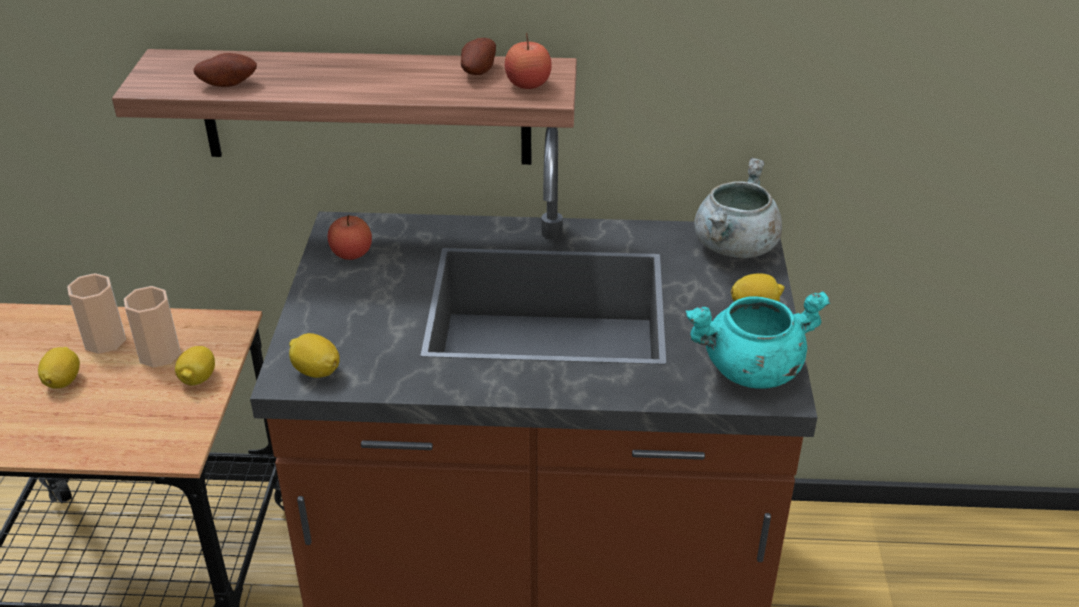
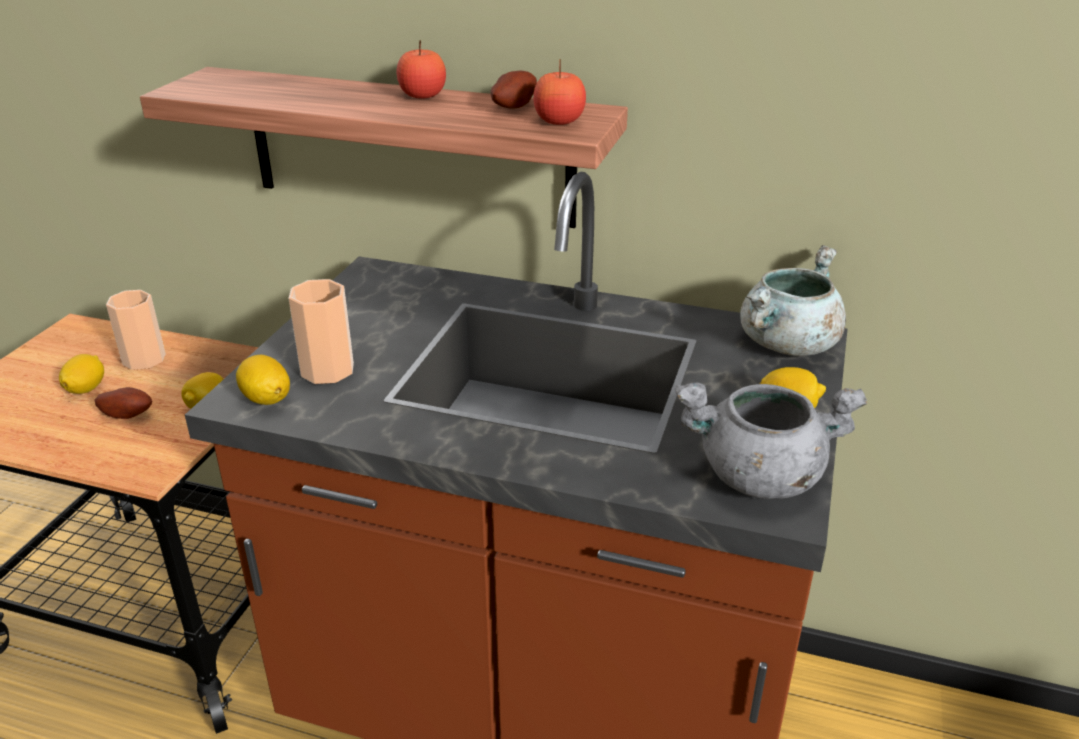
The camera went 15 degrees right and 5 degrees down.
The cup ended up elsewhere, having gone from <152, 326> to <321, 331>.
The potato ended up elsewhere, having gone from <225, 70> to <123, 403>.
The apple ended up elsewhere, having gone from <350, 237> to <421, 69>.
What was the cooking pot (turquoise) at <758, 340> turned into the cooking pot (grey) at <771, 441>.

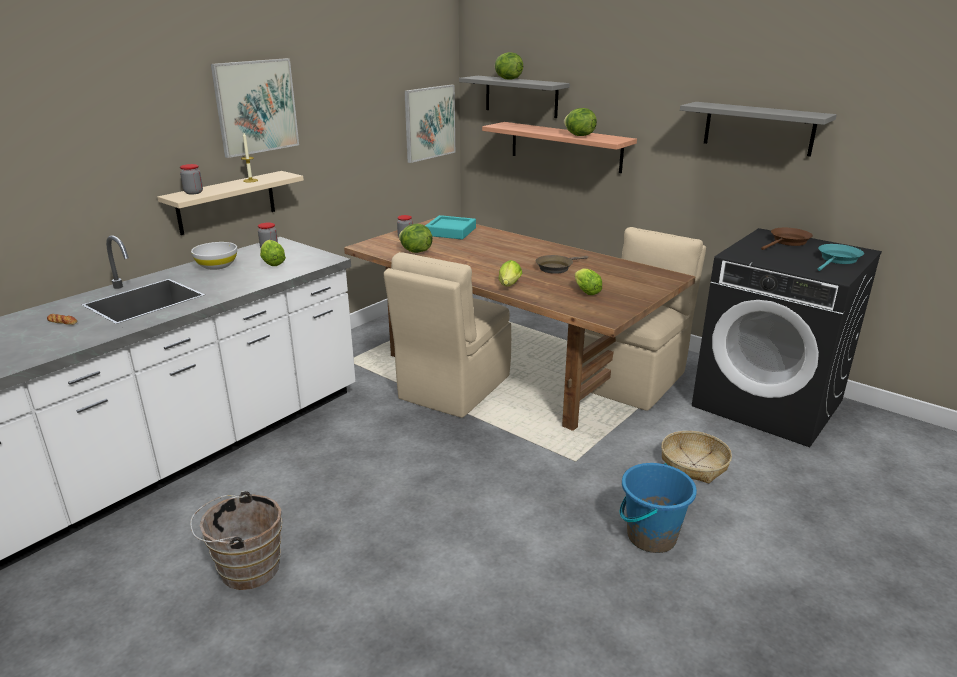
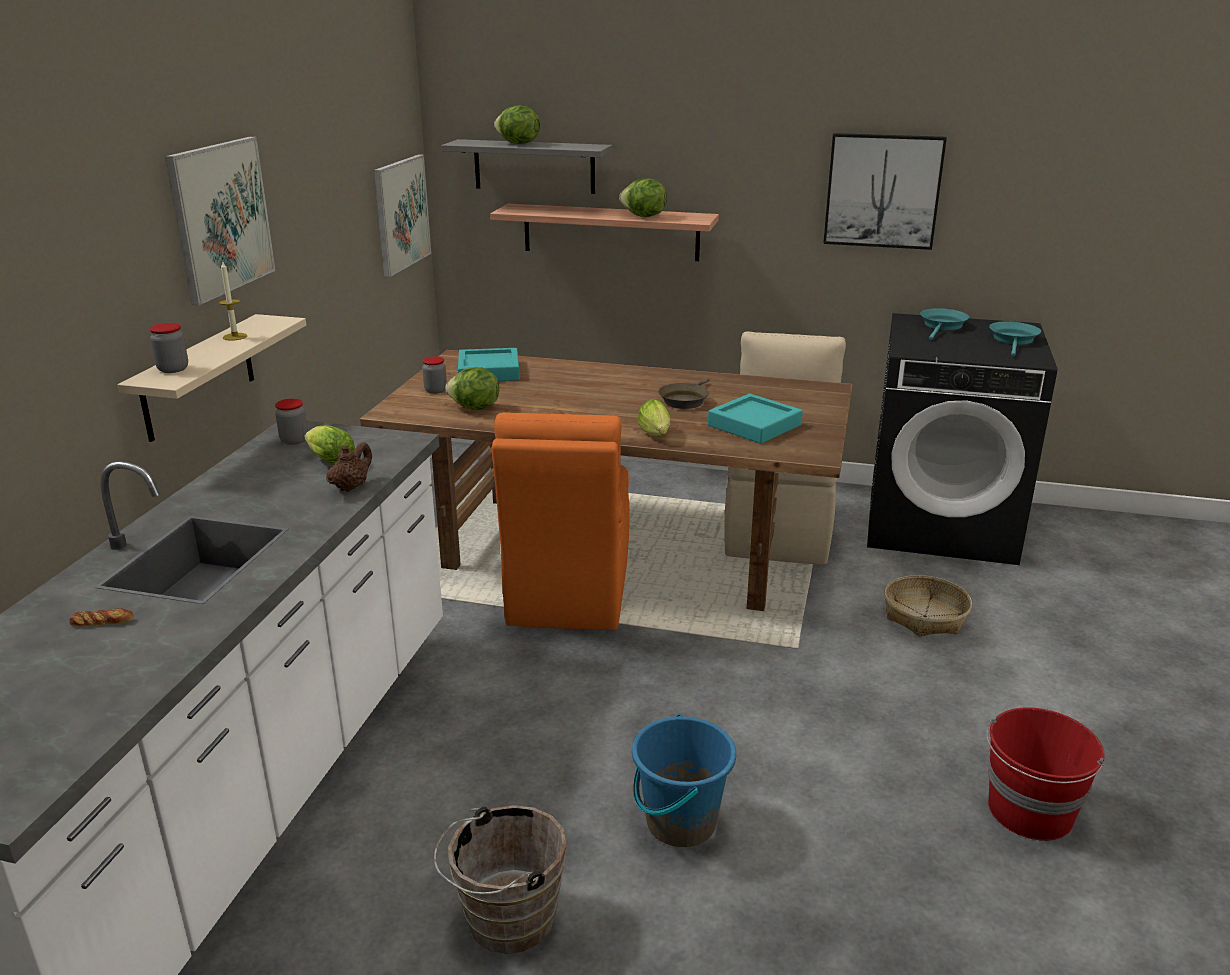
The camera went 25 degrees left and 0 degrees up.
The second view lost the bowl (white) at <214, 256>.
The second view gained the teapot (brown) at <349, 467>.
The second view gained the bucket (red) at <1045, 774>.
The bucket (blue) ended up elsewhere, having gone from <658, 508> to <684, 780>.
Where the lettuce stood at <588, 282>, the tray (turquoise) came to stand at <755, 419>.
Where the shelf (grey) hung at <758, 129>, the picture came to hang at <885, 191>.
What was the chair (beige) at <447, 335> turned into the chair (orange) at <561, 521>.
What was the frying pan (brown) at <787, 239> turned into the frying pan (turquoise) at <944, 324>.

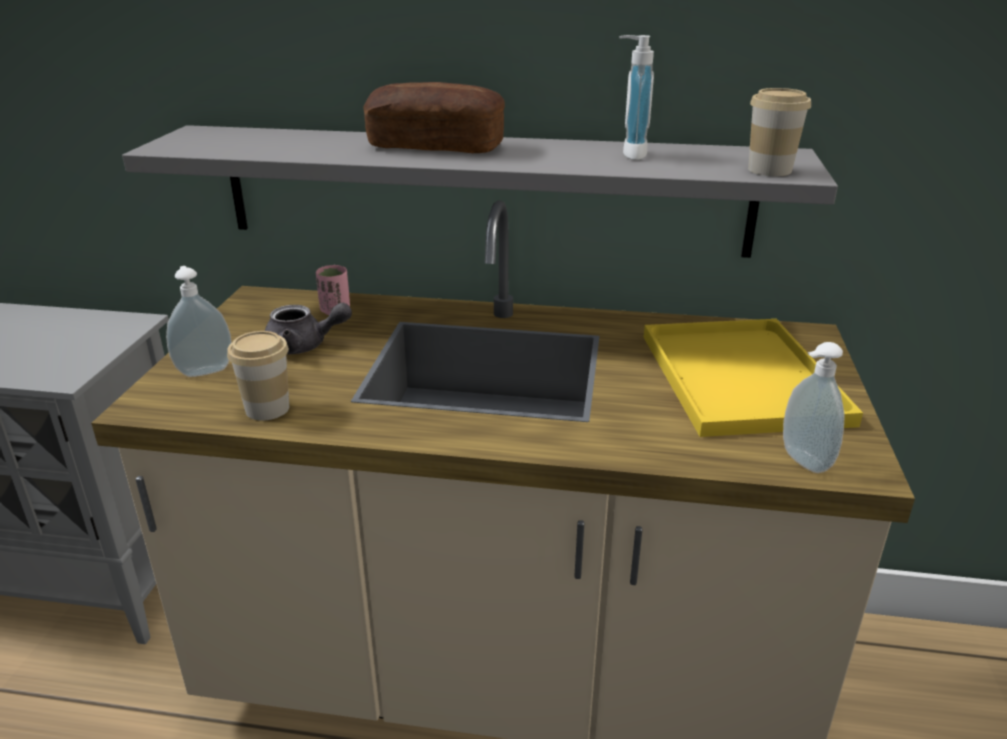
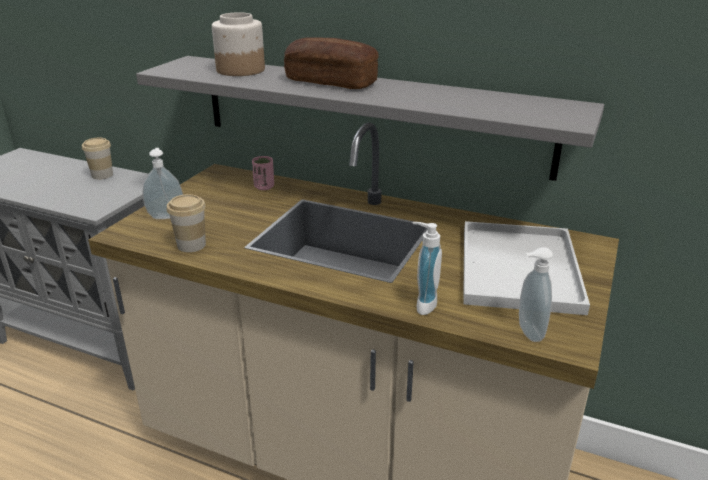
The camera went 15 degrees right and 0 degrees up.
The second view lost the teapot (grey) at <308, 328>.
The second view gained the jar at <238, 44>.
The soap dispenser ended up elsewhere, having gone from <636, 97> to <427, 268>.
The cup ended up elsewhere, having gone from <779, 132> to <97, 158>.
What was the tray (yellow) at <753, 378> turned into the tray (white) at <526, 268>.

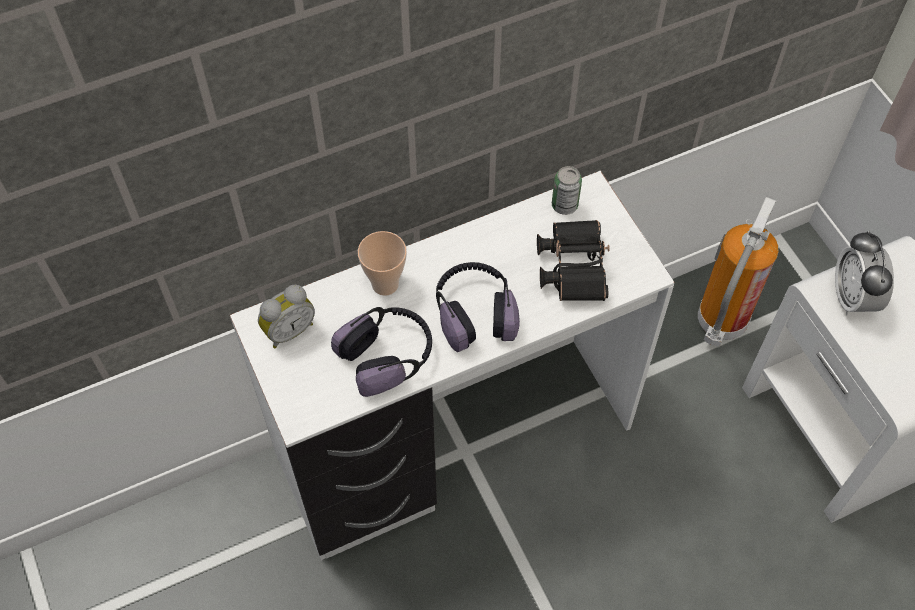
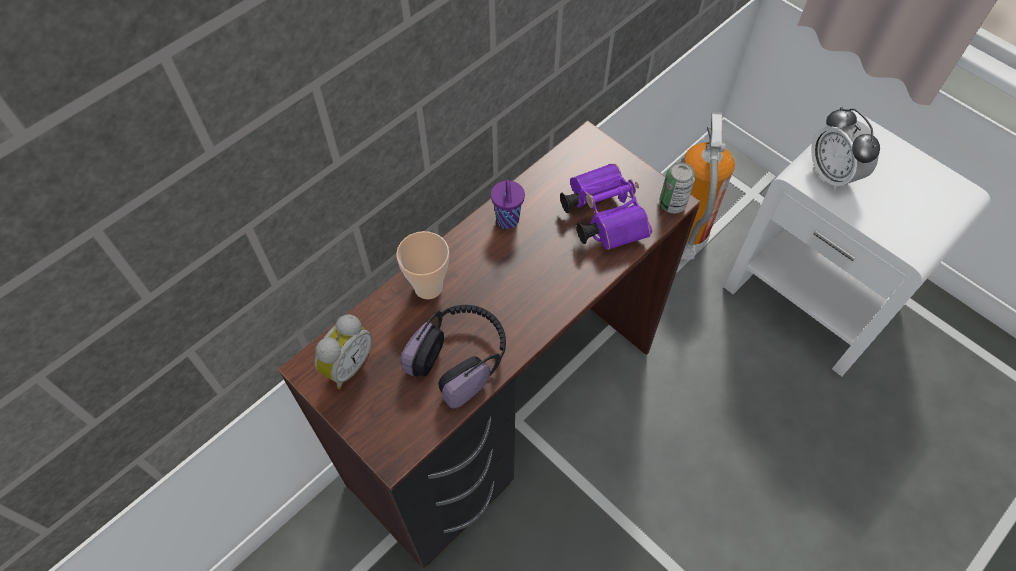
The camera went 20 degrees left and 0 degrees up.
The second view lost the headphones at <478, 307>.
The second view gained the cup (purple) at <508, 204>.
The can ended up elsewhere, having gone from <567, 190> to <677, 187>.
What was the desk (white) at <452, 365> turned into the desk (brown) at <489, 345>.
What was the binoculars (black) at <573, 260> turned into the binoculars (purple) at <606, 207>.

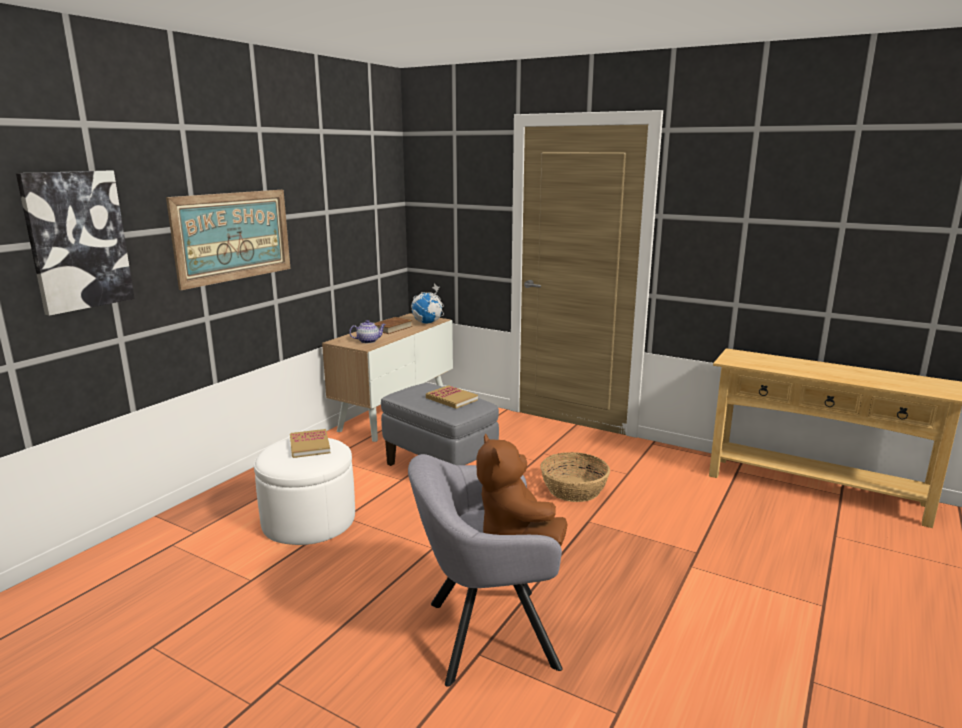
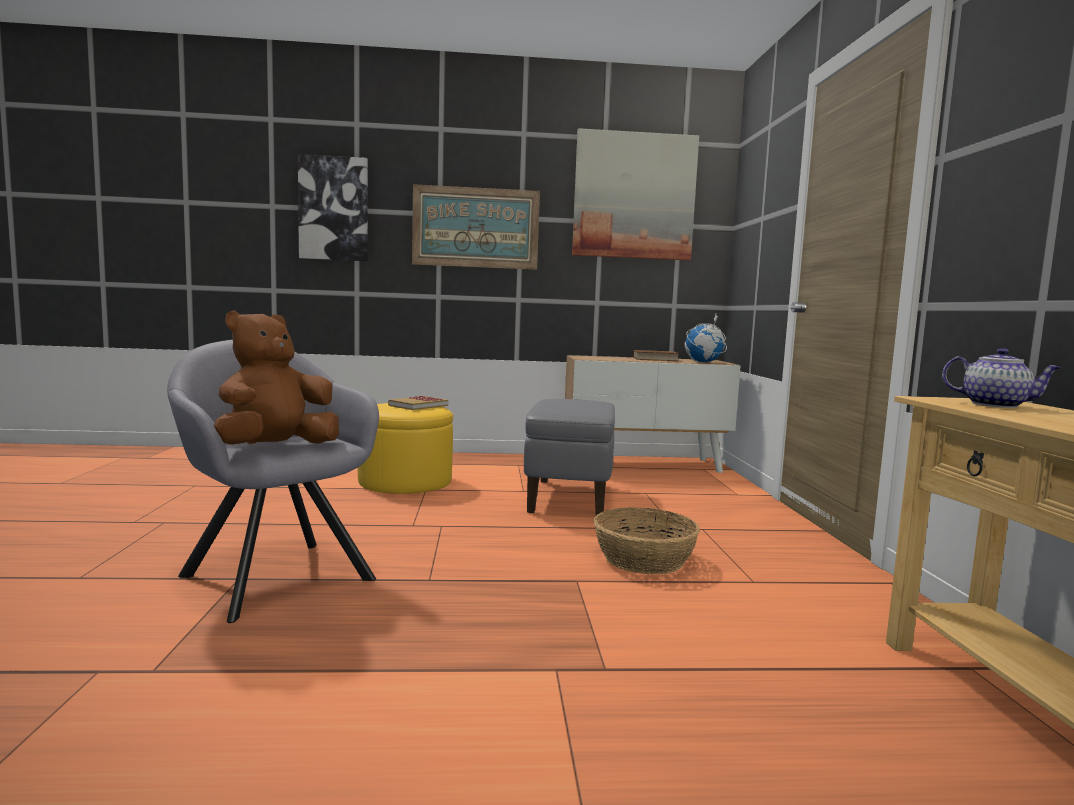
The camera went 55 degrees right and 10 degrees down.
The second view lost the book at <452, 397>.
The second view gained the picture at <635, 194>.
The teapot ended up elsewhere, having gone from <367, 331> to <1001, 378>.
What was the ottoman (white) at <304, 491> turned into the ottoman (yellow) at <405, 448>.

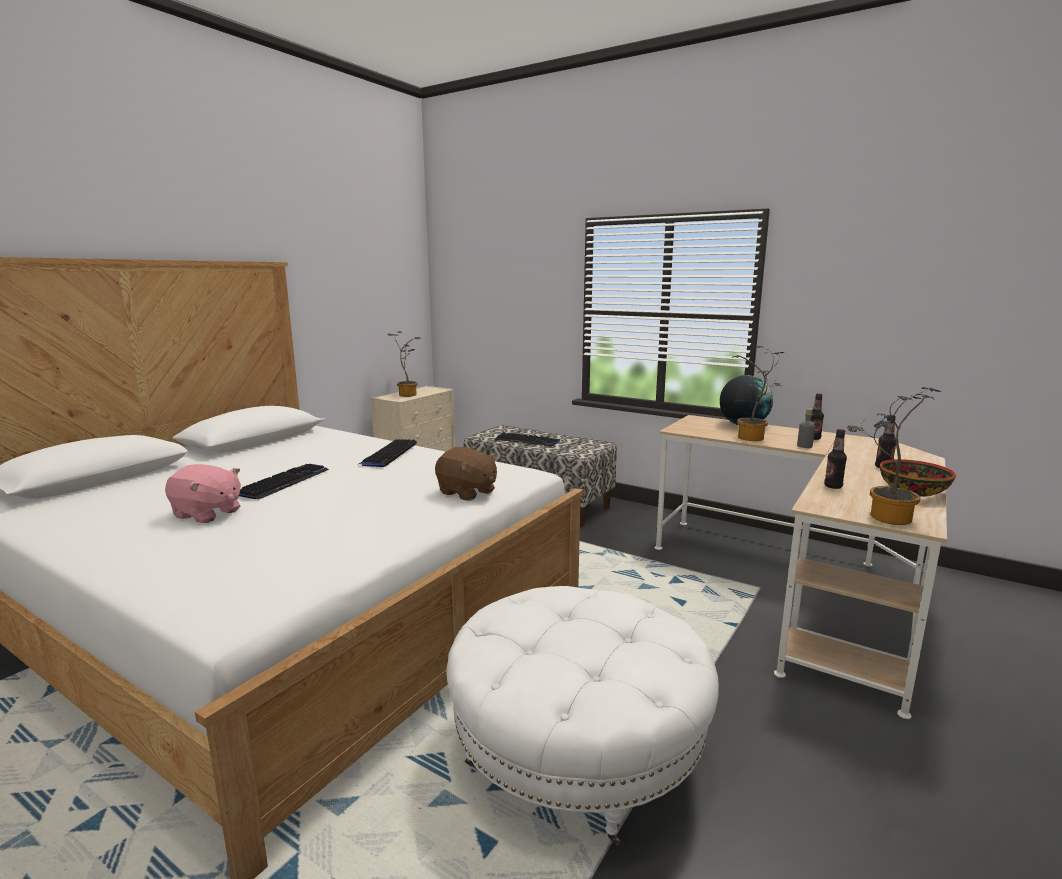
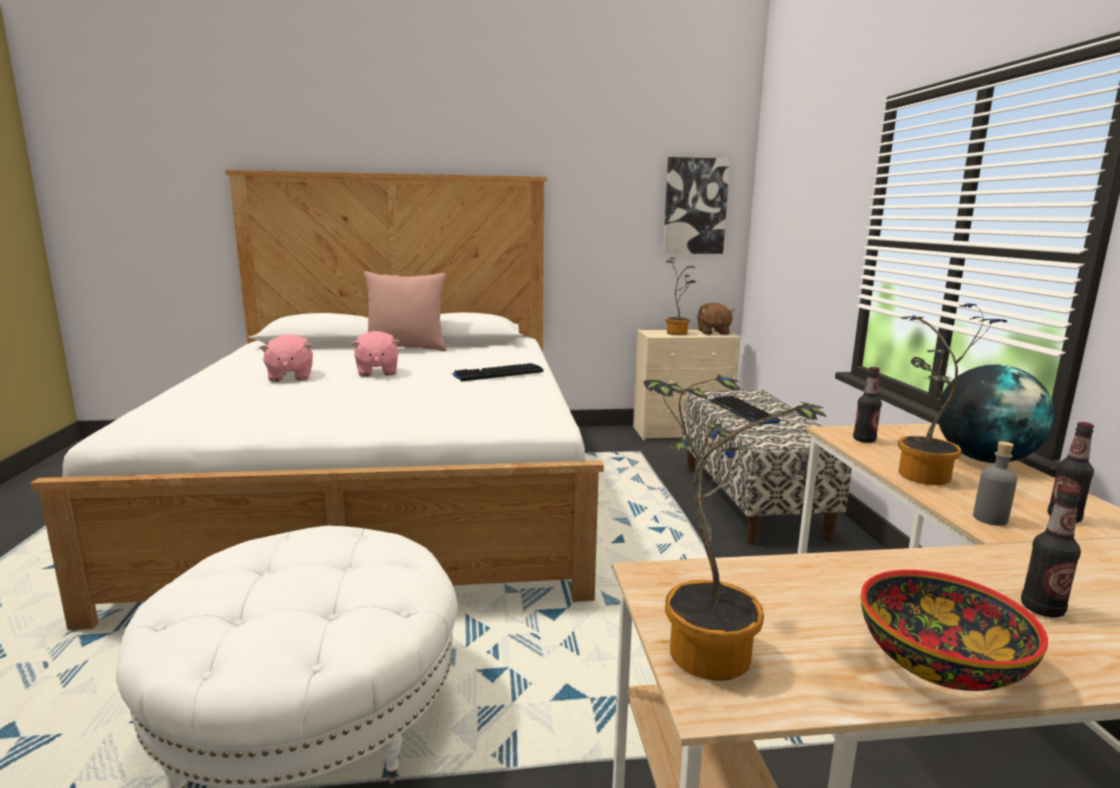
The camera went 50 degrees right and 0 degrees up.
The second view gained the pillow (pink) at <405, 311>.
The second view gained the picture at <696, 205>.
The plush toy (brown) ended up elsewhere, having gone from <466, 474> to <716, 318>.
The bottle ended up elsewhere, having gone from <835, 459> to <867, 405>.
Where the keyboard stood at <284, 482>, the plush toy (pink) came to stand at <375, 354>.

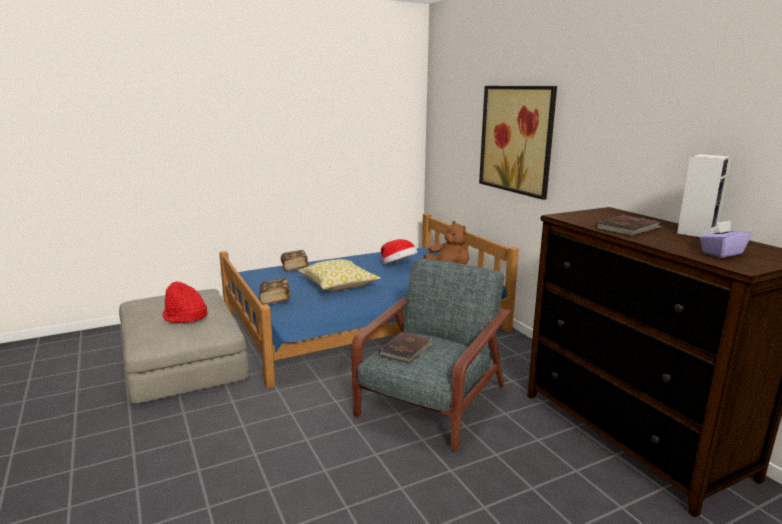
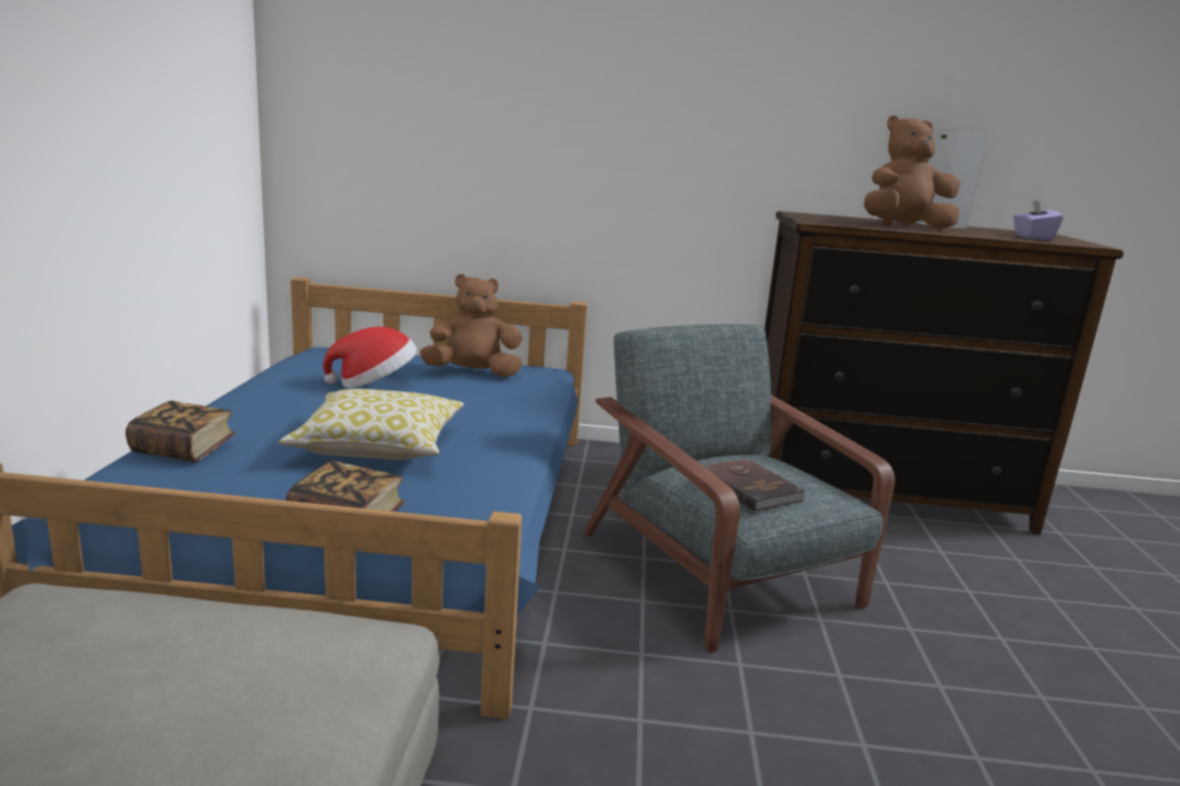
The camera went 60 degrees left and 0 degrees up.
The second view lost the hat (red) at <185, 302>.
The second view lost the picture at <518, 143>.
Where the book (brown) stood at <629, 225>, the plush toy (brown) came to stand at <912, 172>.

